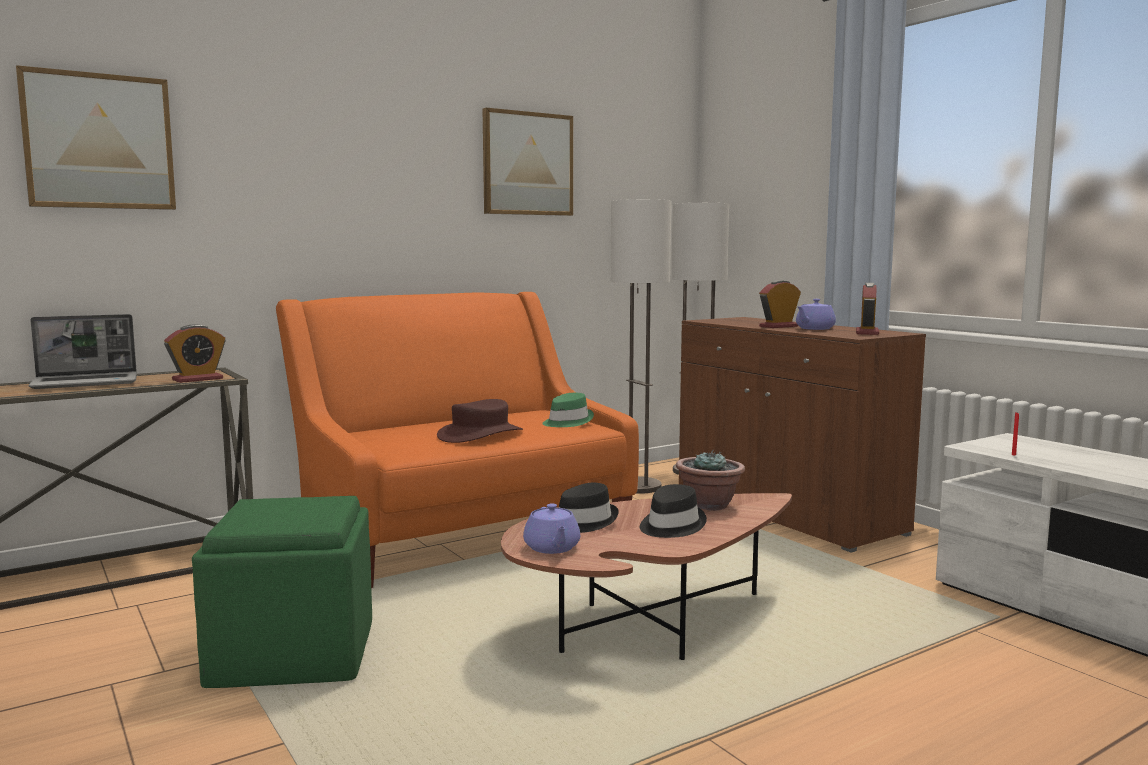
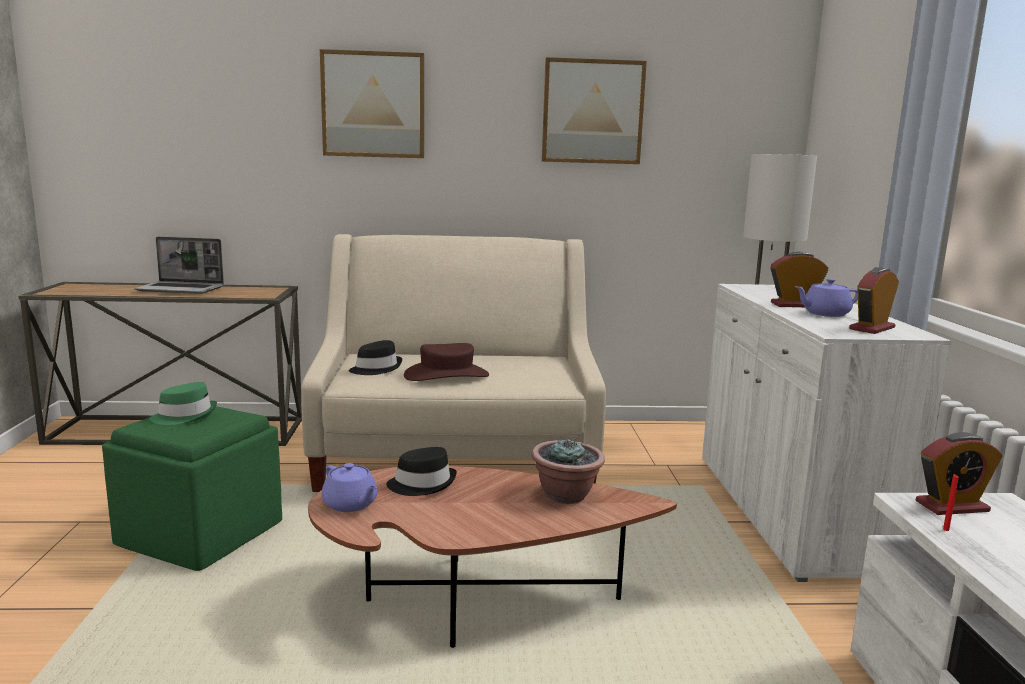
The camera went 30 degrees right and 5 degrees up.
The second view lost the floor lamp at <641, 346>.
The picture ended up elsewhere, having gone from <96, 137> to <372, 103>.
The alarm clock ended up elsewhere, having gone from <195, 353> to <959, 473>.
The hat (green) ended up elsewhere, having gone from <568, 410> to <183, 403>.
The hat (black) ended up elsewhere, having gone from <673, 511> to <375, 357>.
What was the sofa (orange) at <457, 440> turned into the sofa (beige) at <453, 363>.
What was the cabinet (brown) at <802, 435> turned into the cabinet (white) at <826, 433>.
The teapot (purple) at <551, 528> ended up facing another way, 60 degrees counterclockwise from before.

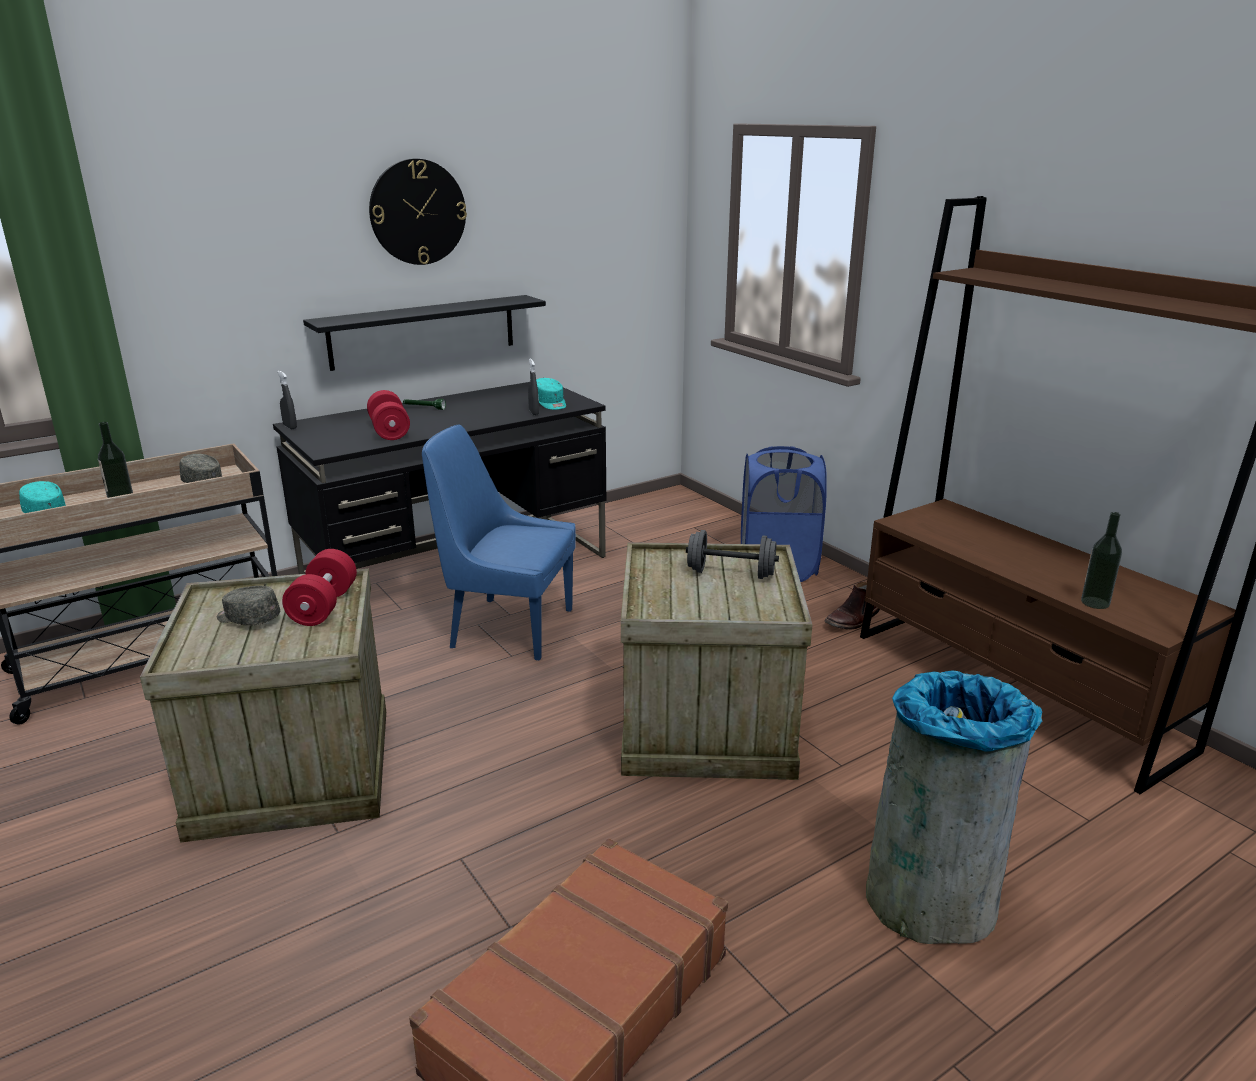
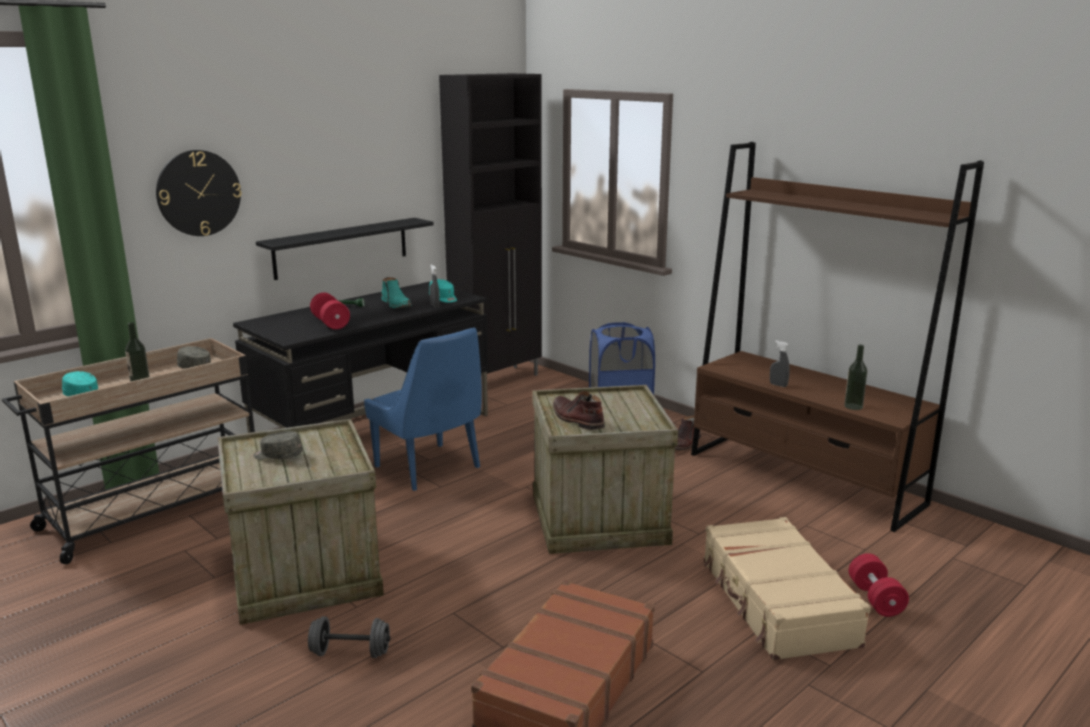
The camera went 10 degrees left and 5 degrees down.
The second view gained the boot (turquoise) at <396, 292>.
The second view gained the cabinet (black) at <490, 224>.
The second view gained the boot (brown) at <579, 410>.
The spray bottle (grey) ended up elsewhere, having gone from <287, 400> to <780, 363>.
The dumbbell (red) ended up elsewhere, having gone from <319, 587> to <879, 585>.
The wall clock ended up elsewhere, having gone from <418, 211> to <199, 193>.
The dumbbell (grey) ended up elsewhere, having gone from <732, 554> to <349, 637>.
Where the trash can (grey) stood at <954, 807>, the suitcase (beige) came to stand at <787, 588>.
The chair (blue) at <499, 542> ended up facing another way, 135 degrees counterclockwise from before.

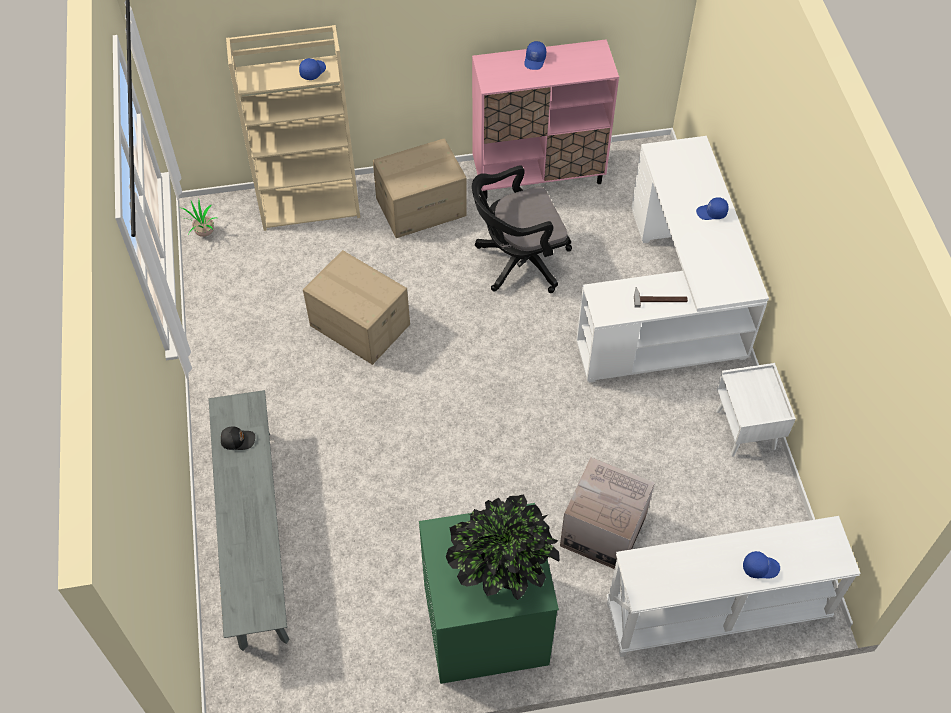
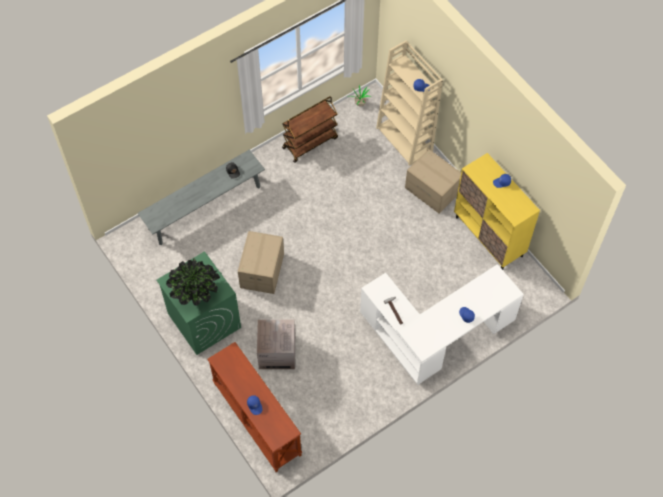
The camera went 65 degrees right and 5 degrees up.
The second view lost the office chair (black) at <522, 229>.
The second view lost the nightstand (white) at <756, 410>.
The second view gained the cart (brown) at <310, 129>.
The cardboard box ended up elsewhere, having gone from <356, 307> to <261, 262>.
What was the cabinet (pink) at <545, 119> turned into the cabinet (yellow) at <497, 211>.
What was the console table (white) at <734, 586> turned into the console table (brown) at <255, 407>.

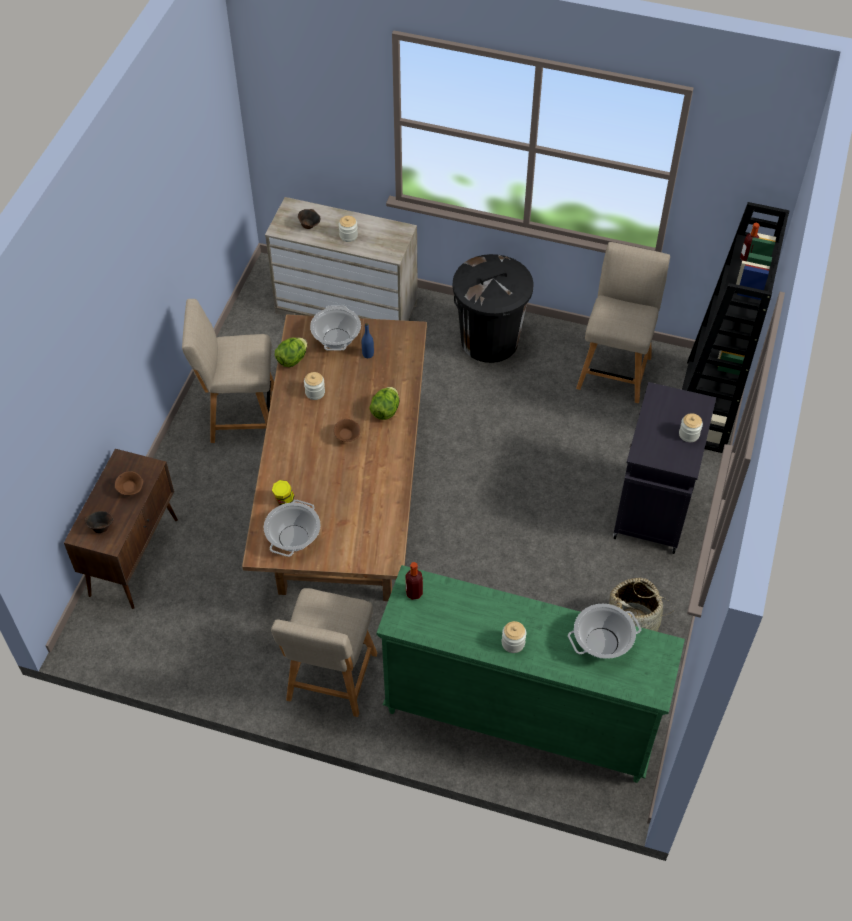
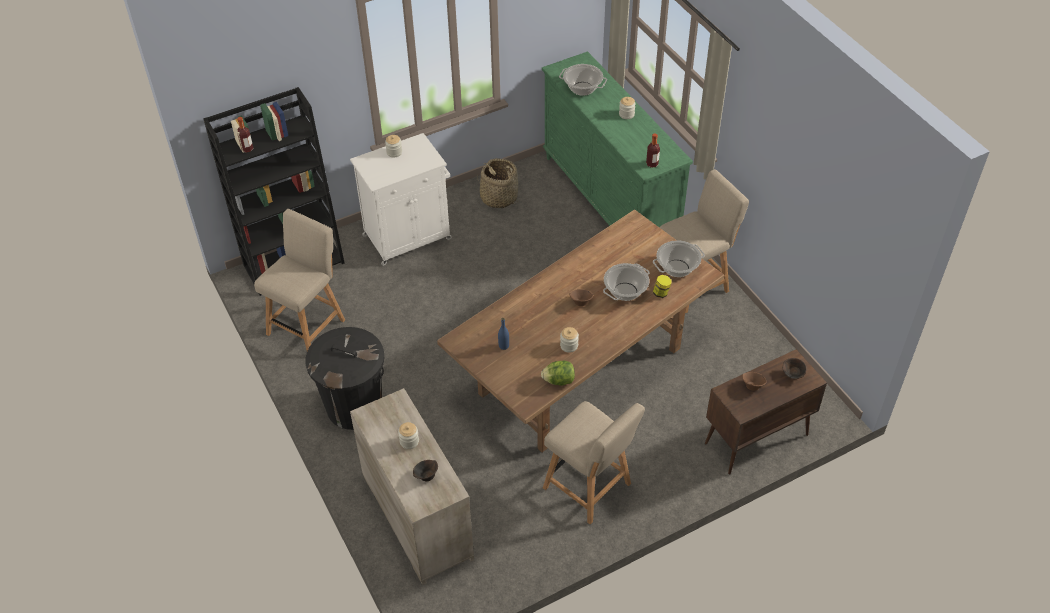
The camera went 135 degrees left and 5 degrees down.
The second view lost the lettuce at <384, 403>.
The cooking pot ended up elsewhere, having gone from <335, 328> to <626, 282>.
What was the cabinet (black) at <664, 468> turned into the cabinet (white) at <401, 199>.
The chair (beige) at <623, 322> ended up facing another way, 150 degrees clockwise from before.

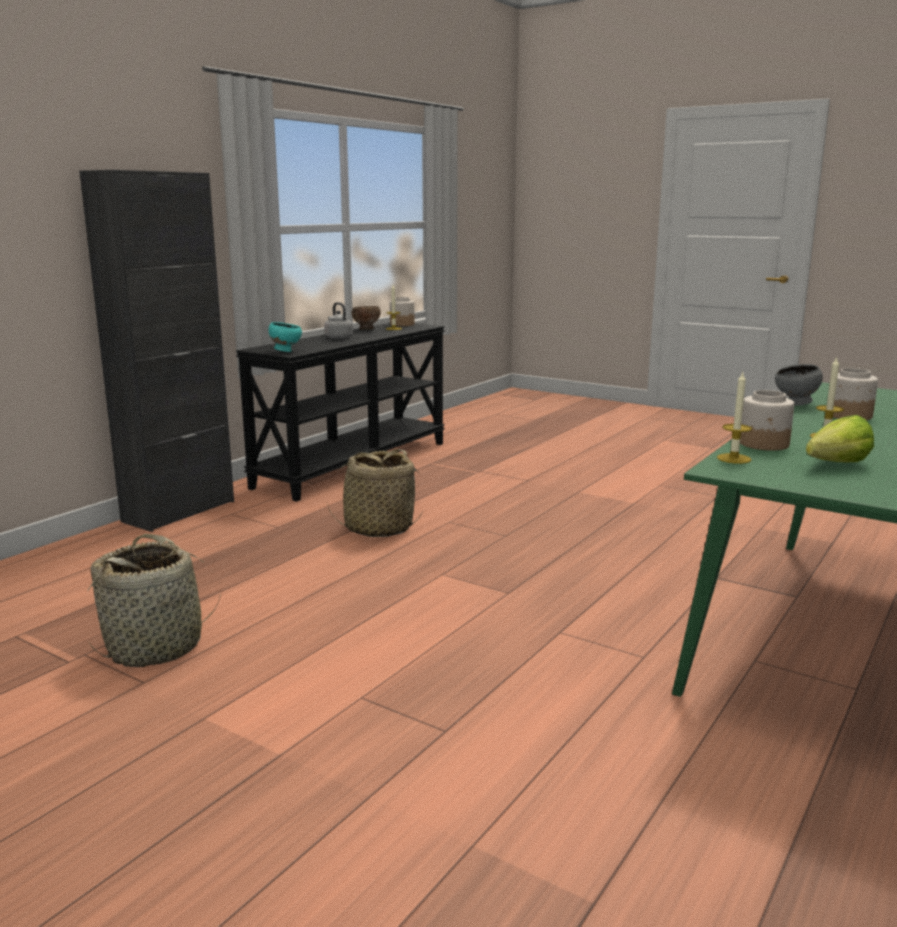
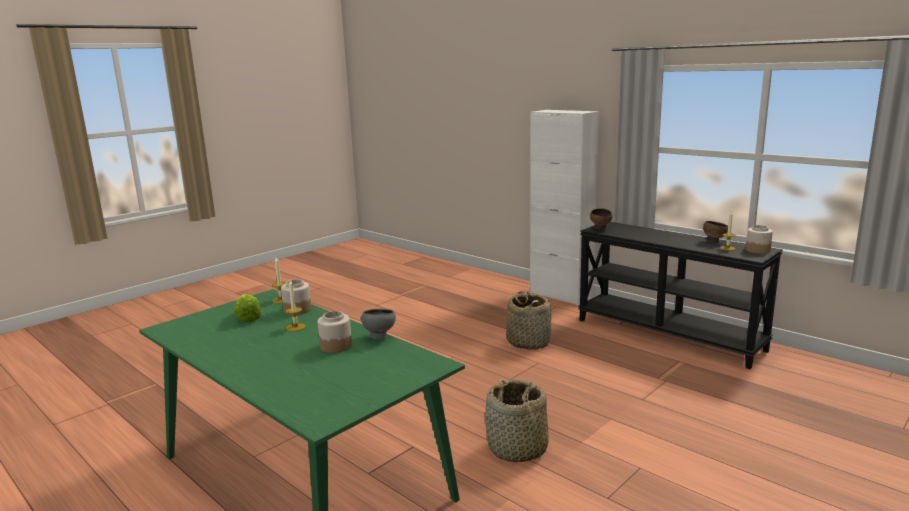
The camera went 100 degrees right and 0 degrees up.
The second view lost the kettle (grey) at <338, 320>.
The basket ended up elsewhere, having gone from <154, 600> to <517, 420>.
What was the cabinet (black) at <156, 351> turned into the cabinet (white) at <564, 208>.
What was the bowl (turquoise) at <285, 337> turned into the bowl (brown) at <601, 219>.

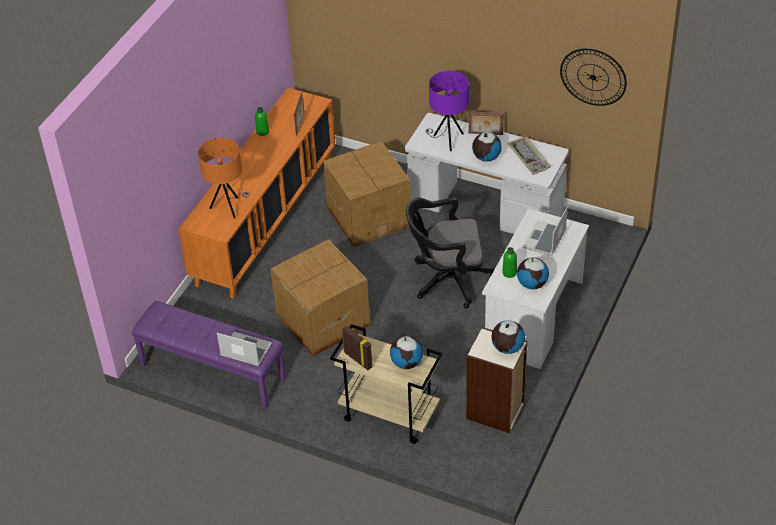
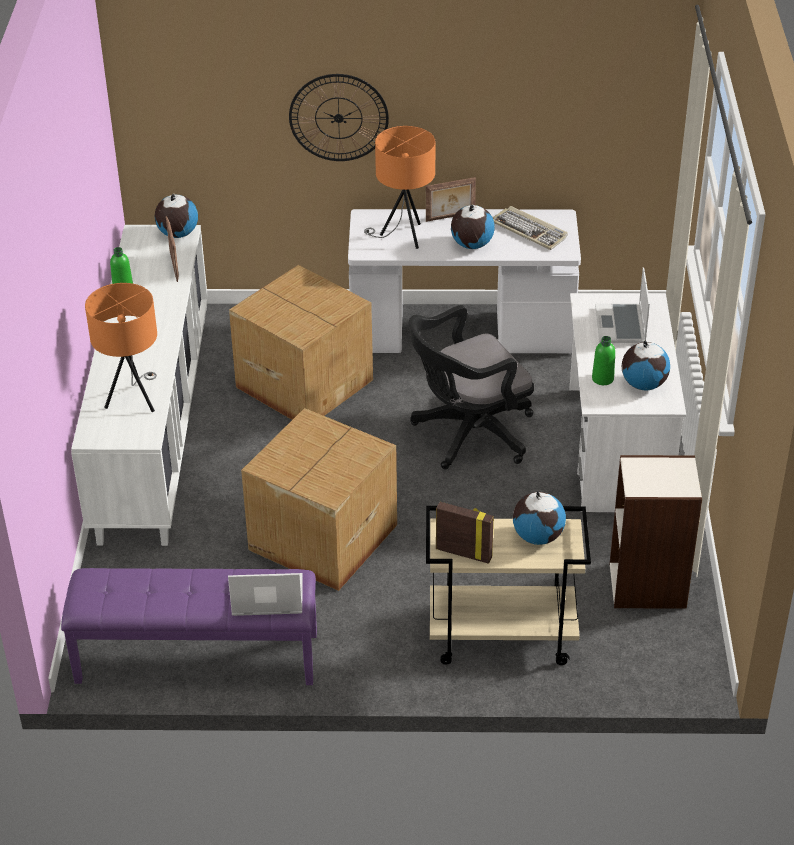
The camera went 25 degrees left and 5 degrees down.
The globe ended up elsewhere, having gone from <508, 337> to <176, 216>.
The wall clock ended up elsewhere, having gone from <593, 77> to <339, 117>.
What was the cabinet (orange) at <257, 193> turned into the cabinet (white) at <139, 385>.
What was the table lamp (purple) at <447, 111> turned into the table lamp (orange) at <400, 187>.

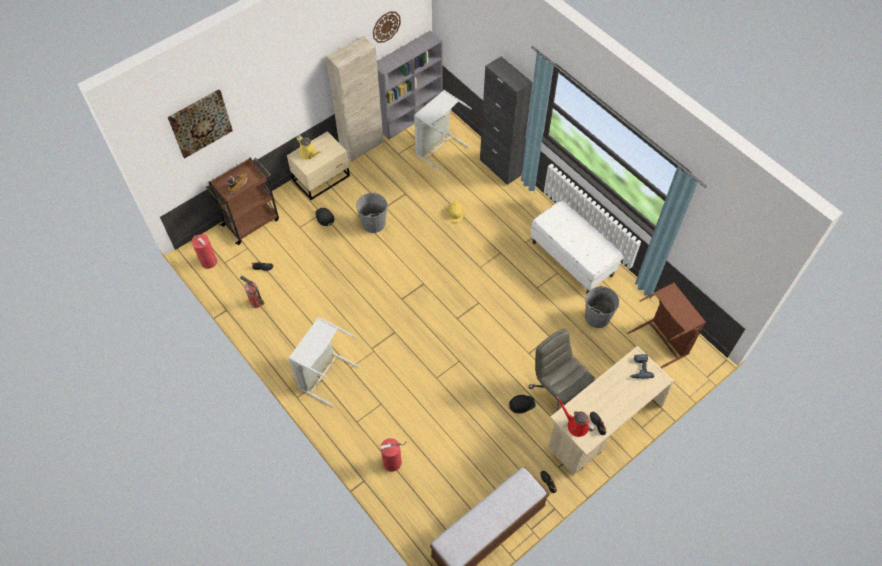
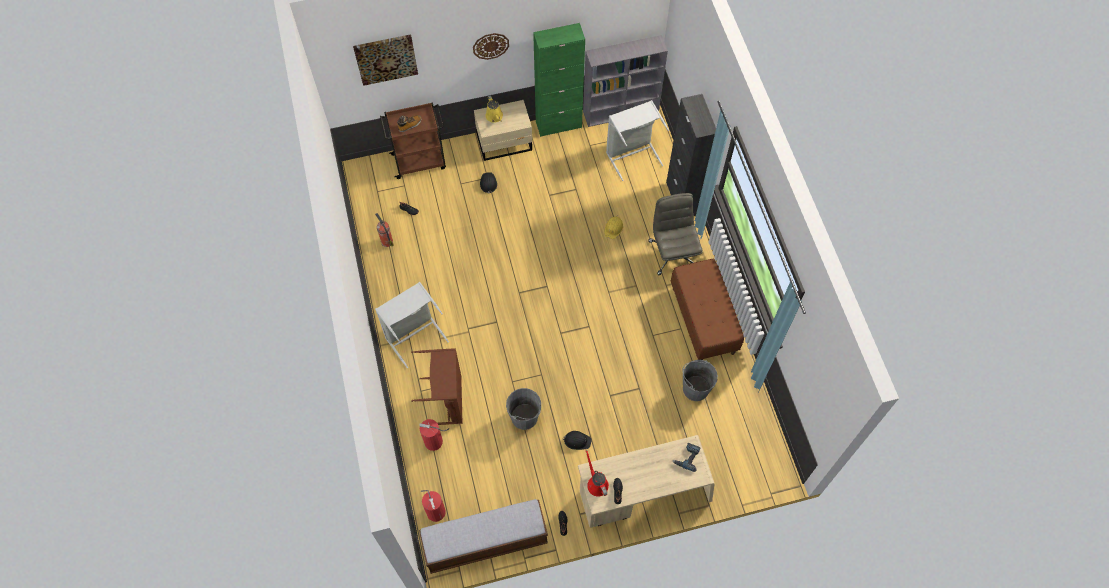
The camera went 25 degrees right and 5 degrees up.
The fire extinguisher ended up elsewhere, having gone from <203, 251> to <433, 506>.
The bucket (grey) ended up elsewhere, having gone from <372, 212> to <523, 409>.
The wall clock ended up elsewhere, having gone from <387, 27> to <491, 46>.
The office chair (grey) ended up elsewhere, having gone from <562, 369> to <675, 234>.
The laundry basket (brown) ended up elsewhere, having gone from <666, 326> to <437, 386>.
What was the cabinet (beige) at <355, 99> turned into the cabinet (green) at <559, 80>.
What was the bench (white) at <576, 247> turned into the bench (brown) at <707, 309>.

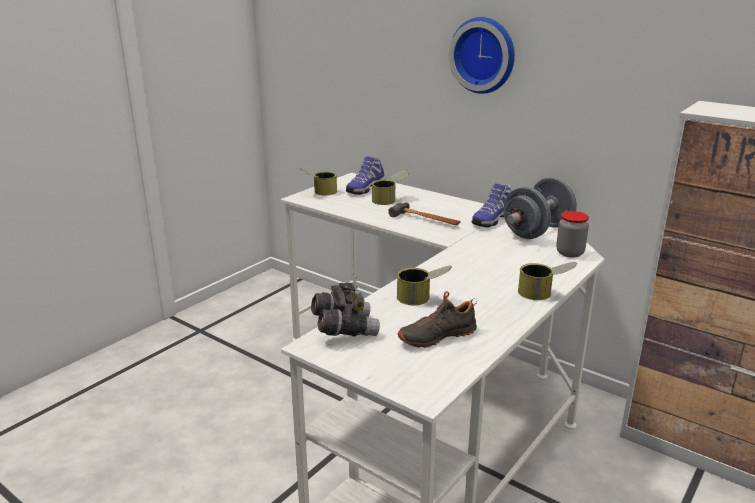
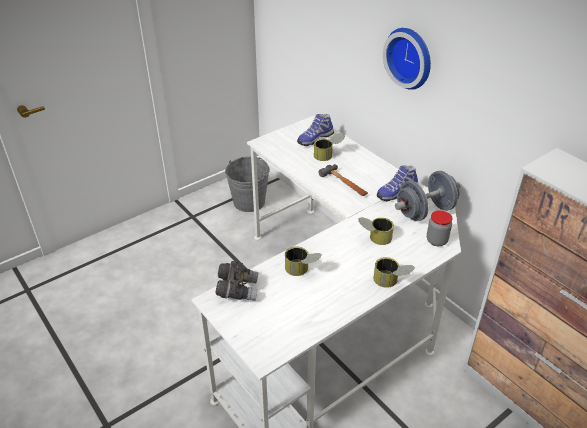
The camera went 15 degrees right and 15 degrees up.
The second view lost the shoe (black) at <437, 319>.
The second view gained the bucket (grey) at <247, 184>.
The can ended up elsewhere, having gone from <319, 182> to <376, 231>.

